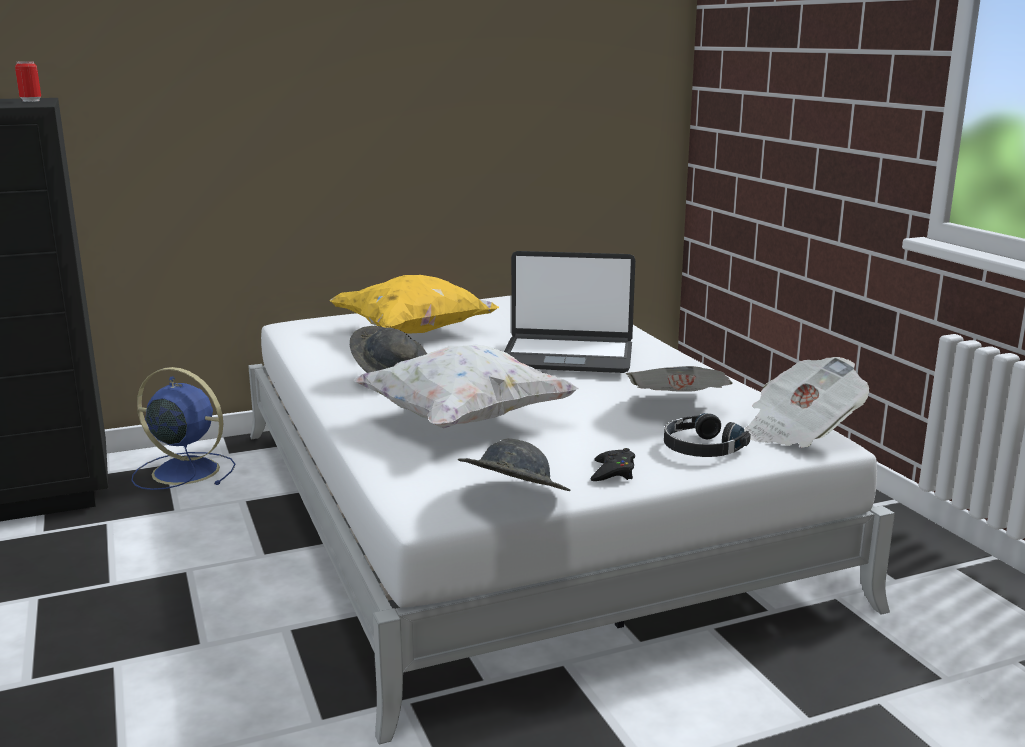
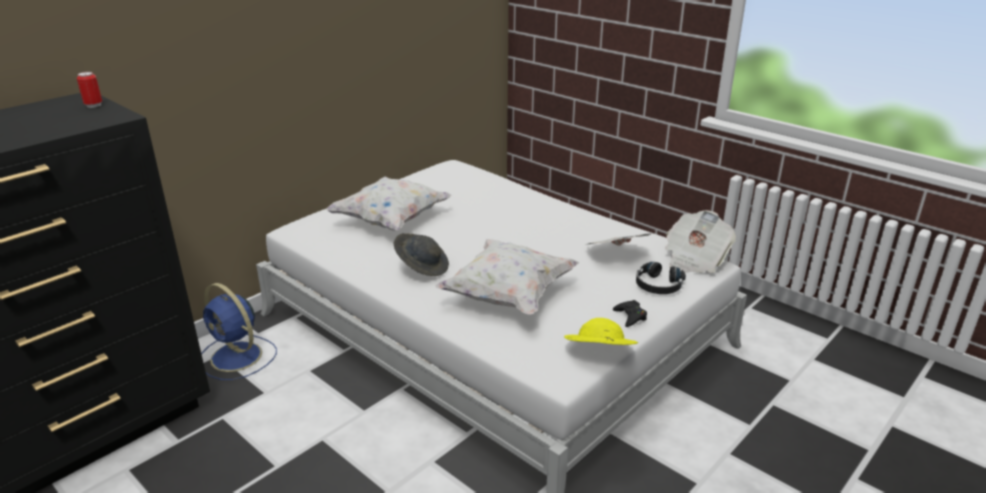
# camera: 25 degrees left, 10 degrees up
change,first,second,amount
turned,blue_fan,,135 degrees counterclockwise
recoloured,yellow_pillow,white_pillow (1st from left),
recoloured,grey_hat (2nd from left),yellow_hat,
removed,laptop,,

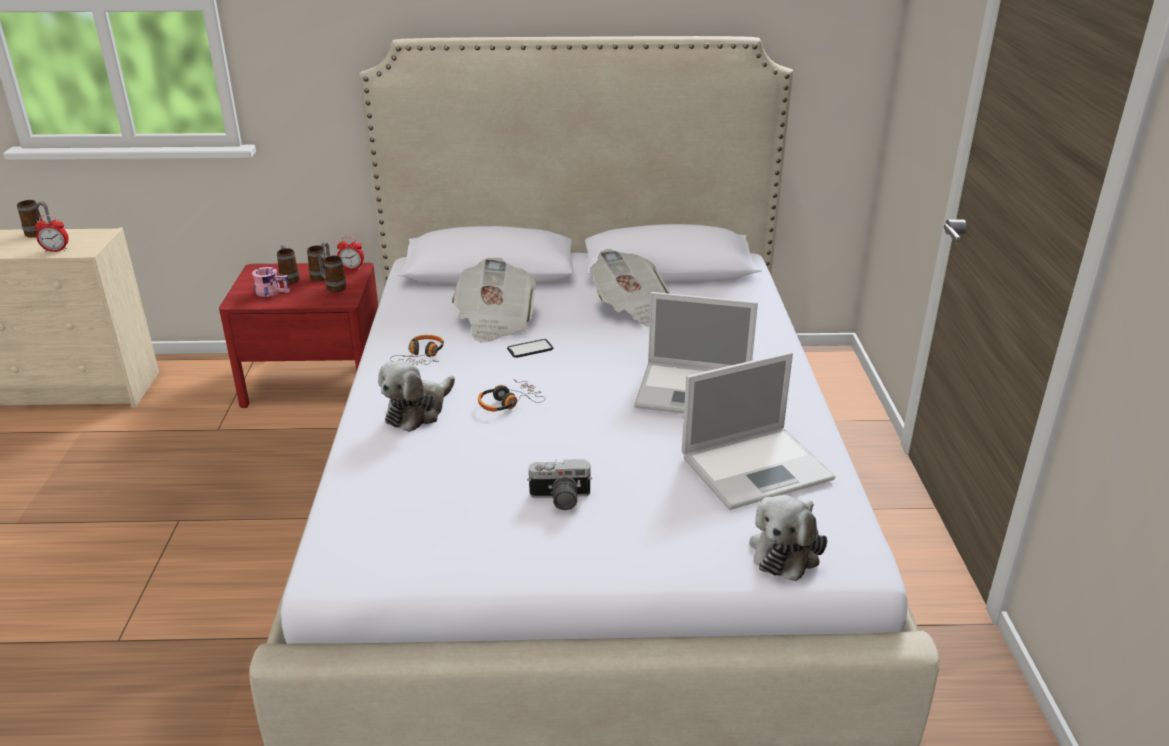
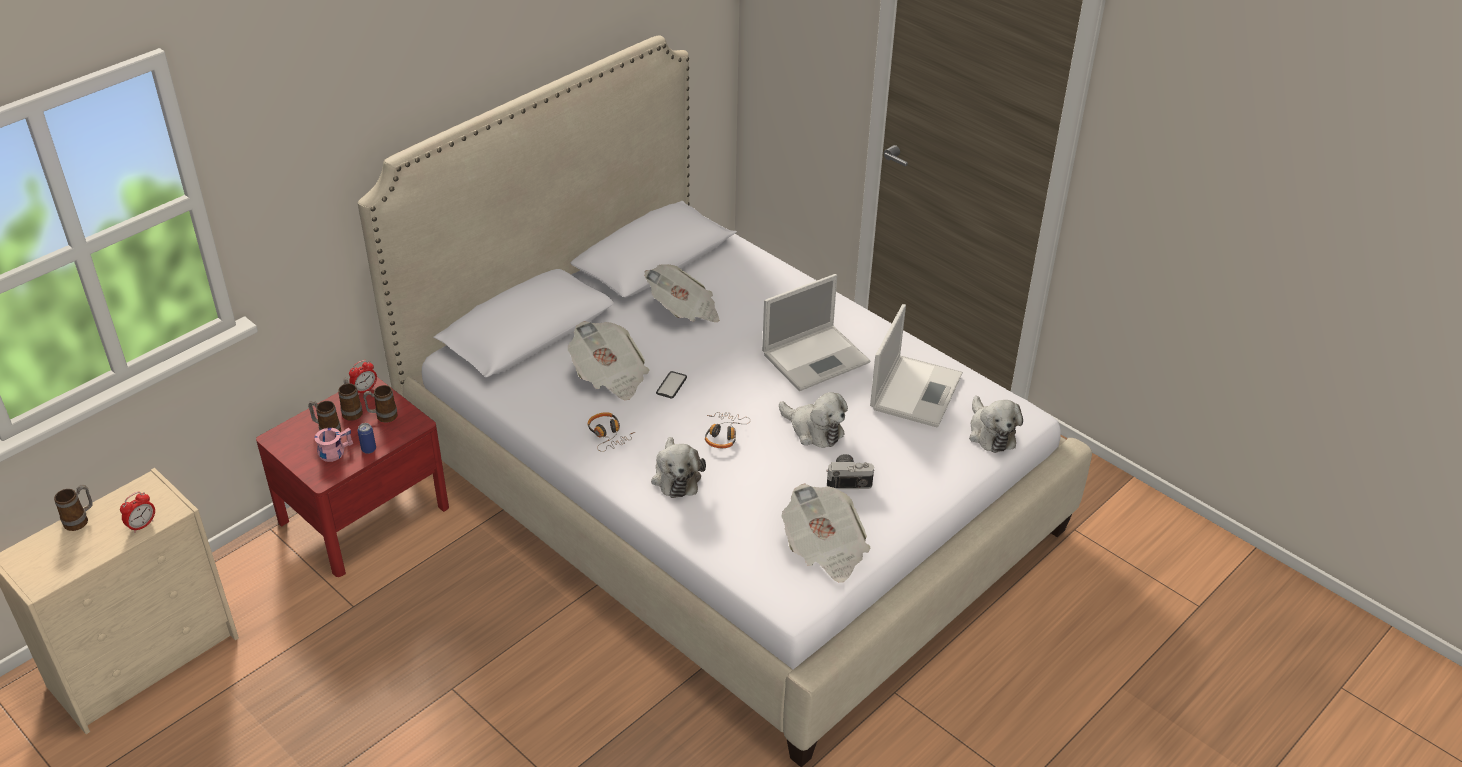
# camera: 45 degrees left, 10 degrees up
change,first,second,amount
turned,photo_camera,,135 degrees counterclockwise
added,,can,
added,,plush_toy (2nd from left),
added,,newspaper (3rd from left),

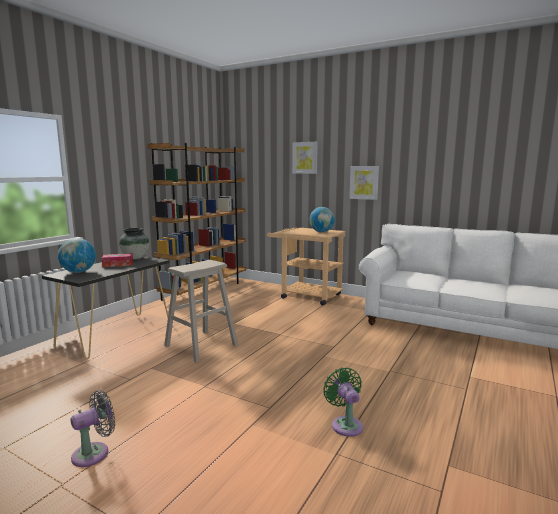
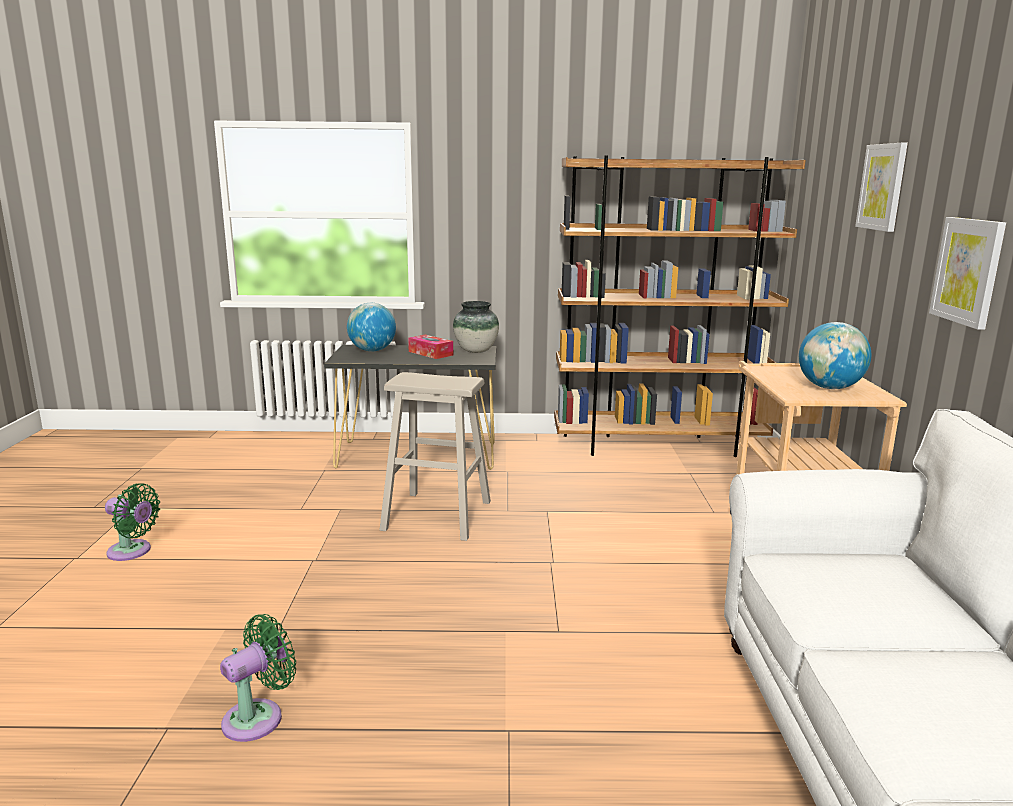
# camera: 60 degrees right, 5 degrees up
change,first,second,amount
recoloured,grey_fan,green_fan (1st from left),

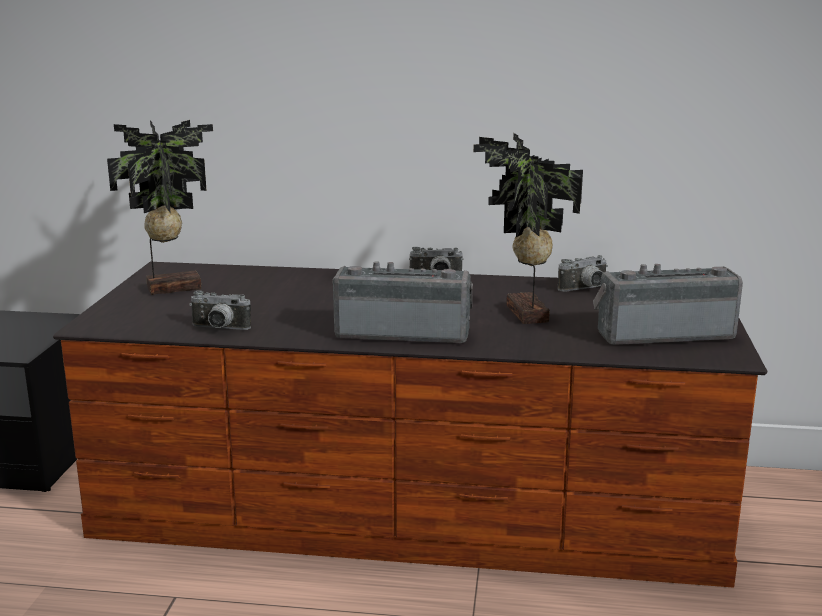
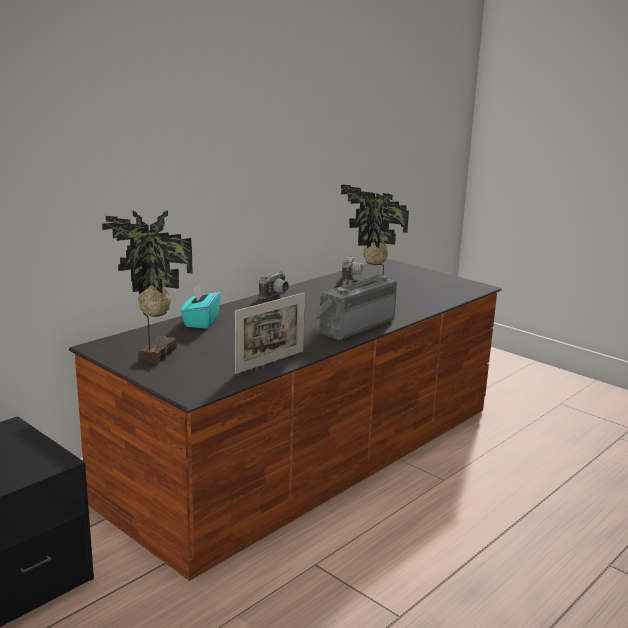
# camera: 55 degrees left, 0 degrees up
change,first,second,amount
replaced,photo_camera (1st from left),picture_frame,
removed,radio (2nd from left),,
added,,turquoise_tissue_box,

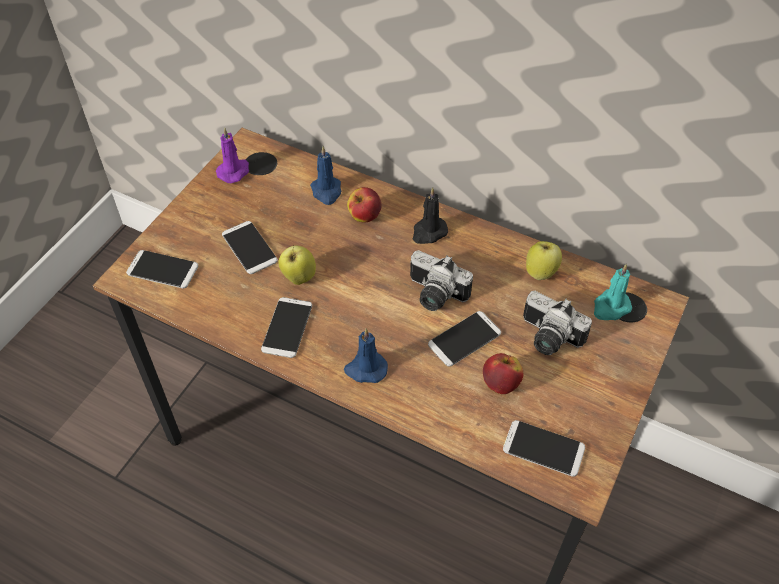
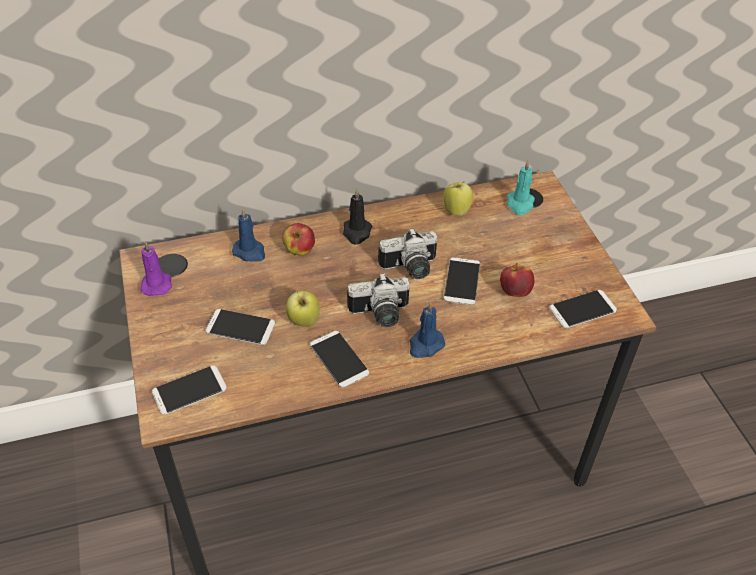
# camera: 45 degrees left, 5 degrees down
change,first,second,amount
moved,photo_camera (2nd from left in the first image),photo_camera (1st from left),

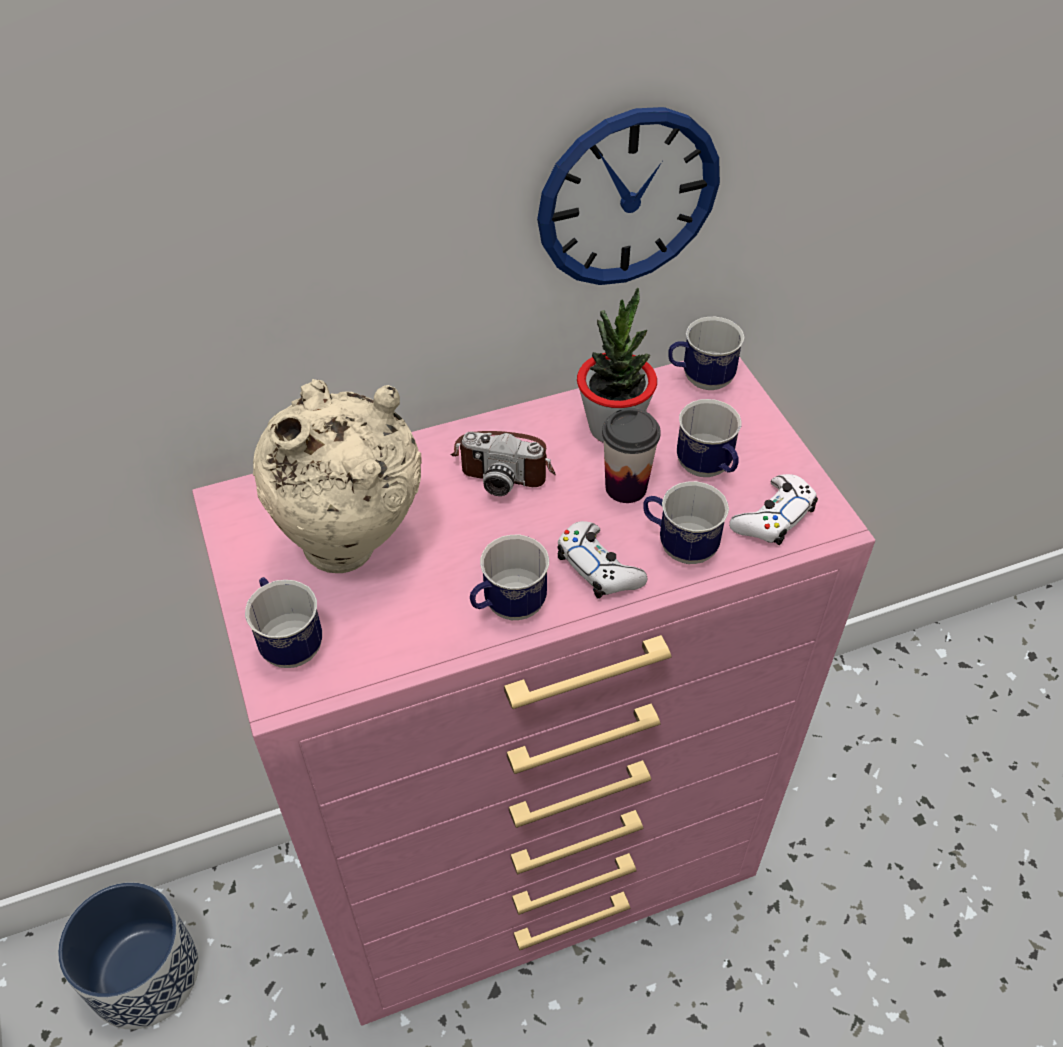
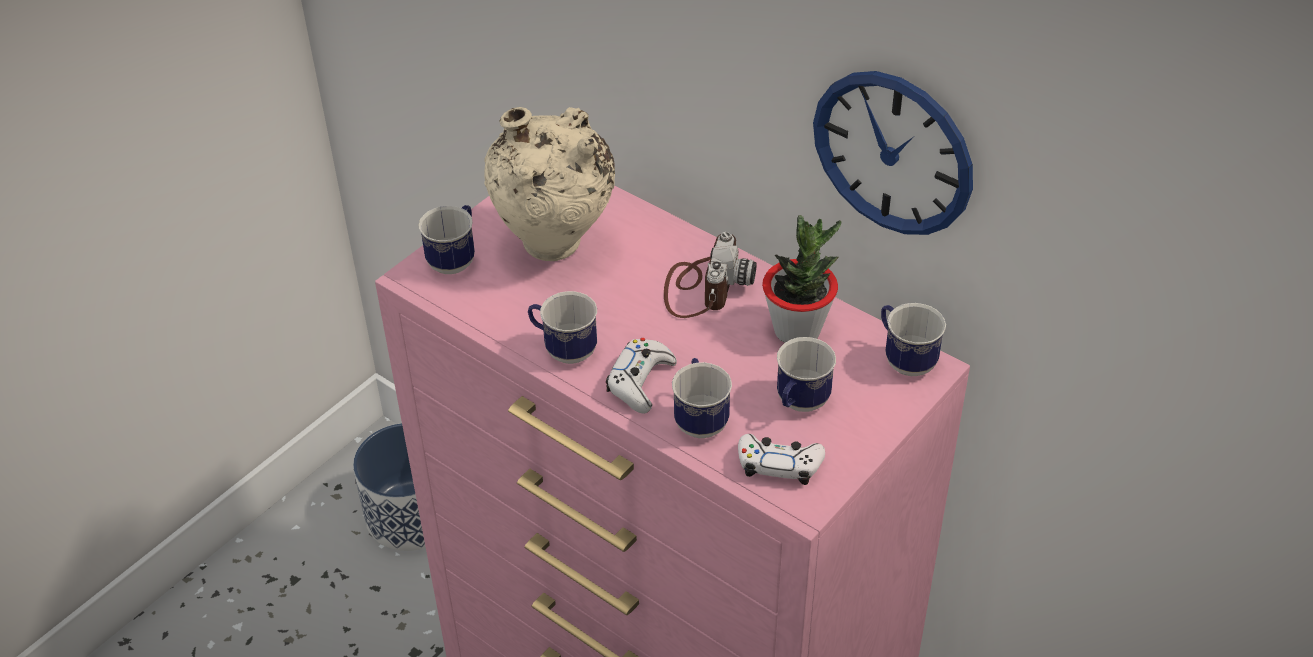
# camera: 60 degrees right, 5 degrees down
change,first,second,amount
turned,photo_camera,,150 degrees counterclockwise
removed,cup,,

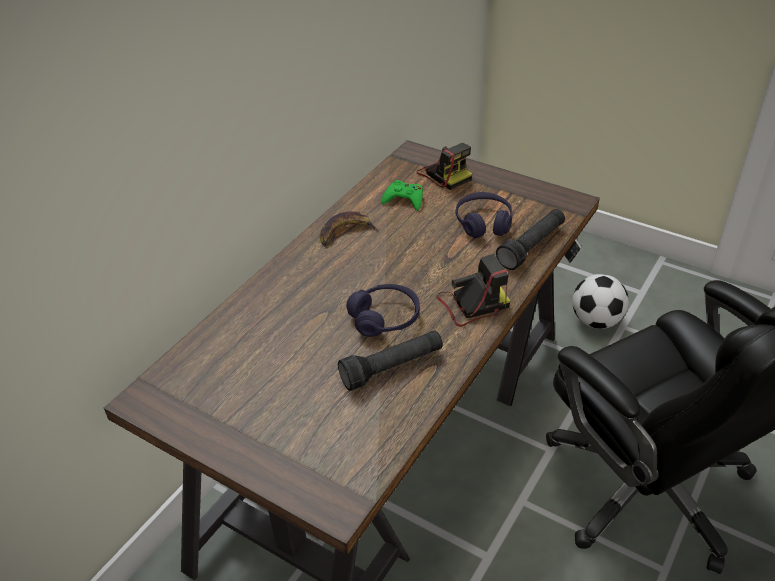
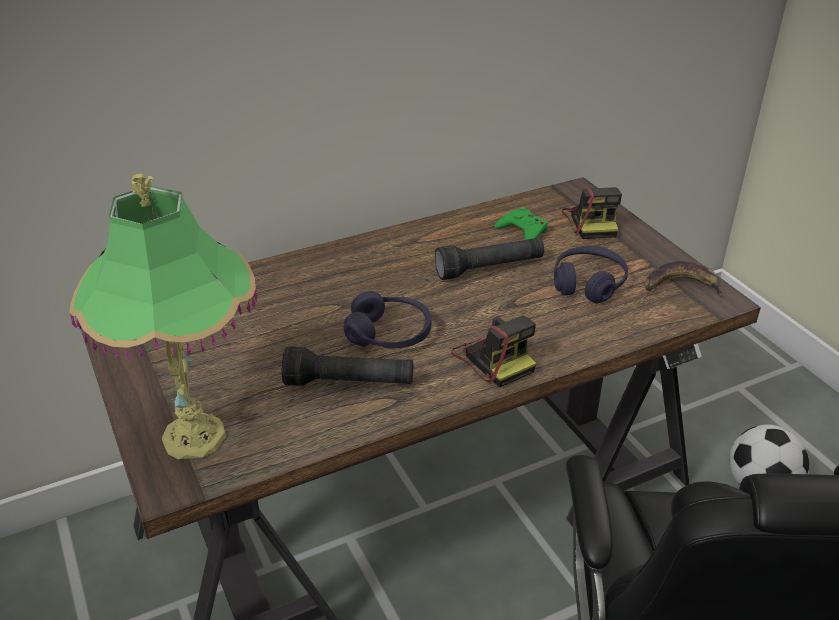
# camera: 30 degrees right, 5 degrees down
change,first,second,amount
moved,banana,,
turned,photo_camera (2nd from left in the first image),photo_camera (1st from left),45 degrees clockwise
moved,black_flashlight (2nd from left),,
added,,table_lamp,

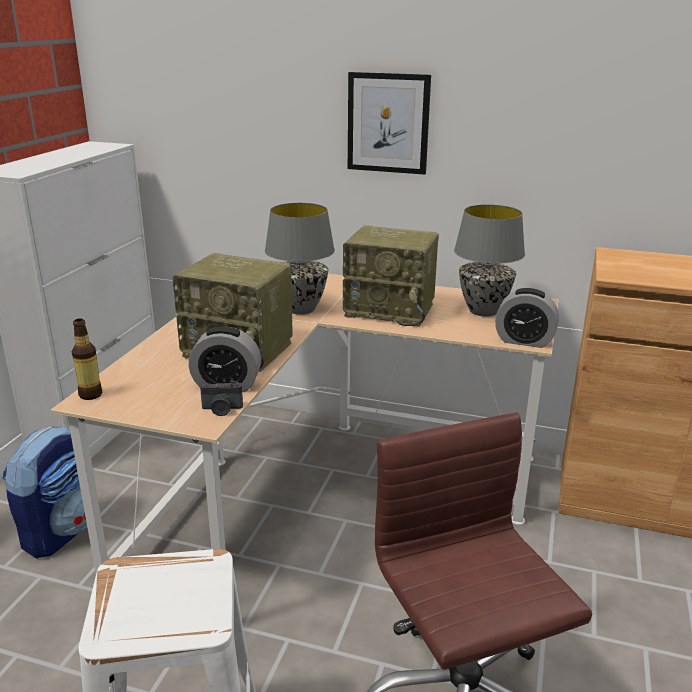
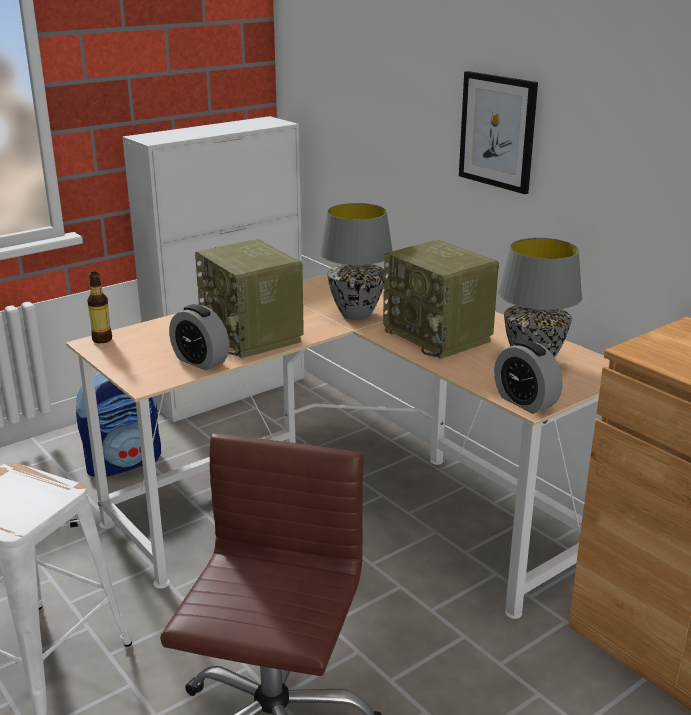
# camera: 35 degrees right, 0 degrees up
change,first,second,amount
removed,photo_camera,,

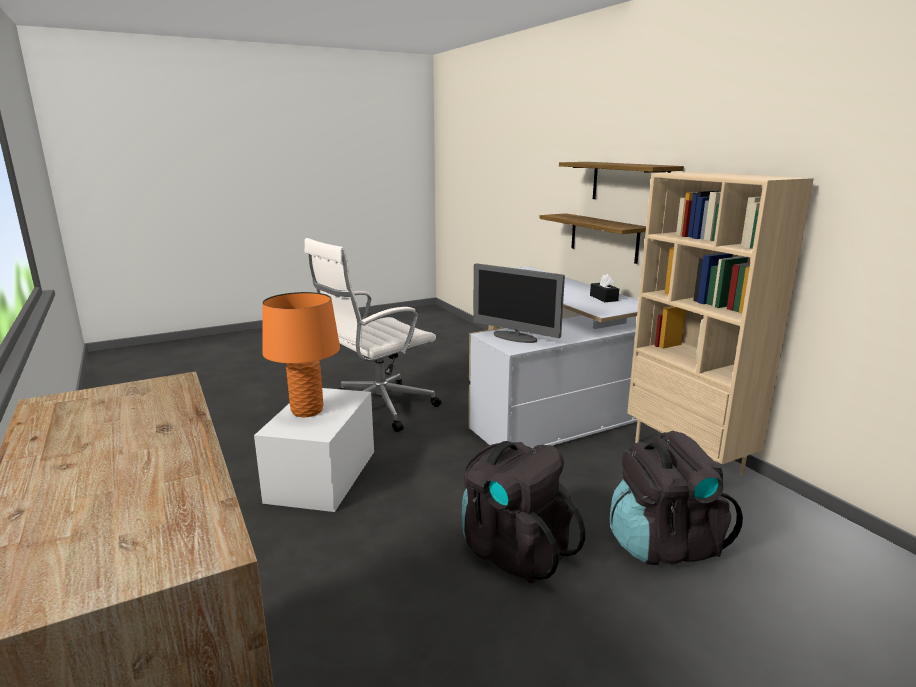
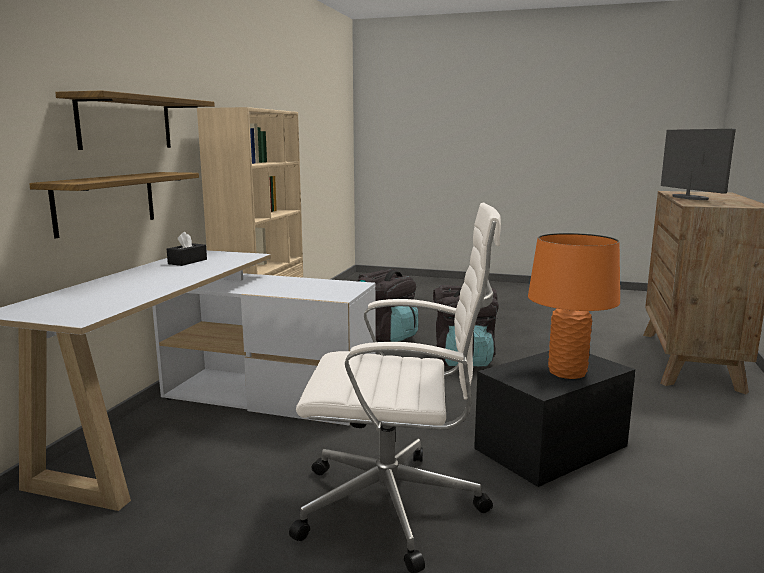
# camera: 135 degrees left, 5 degrees down
change,first,second,amount
recoloured,white_storage_box,black_storage_box,
moved,monitor,,

